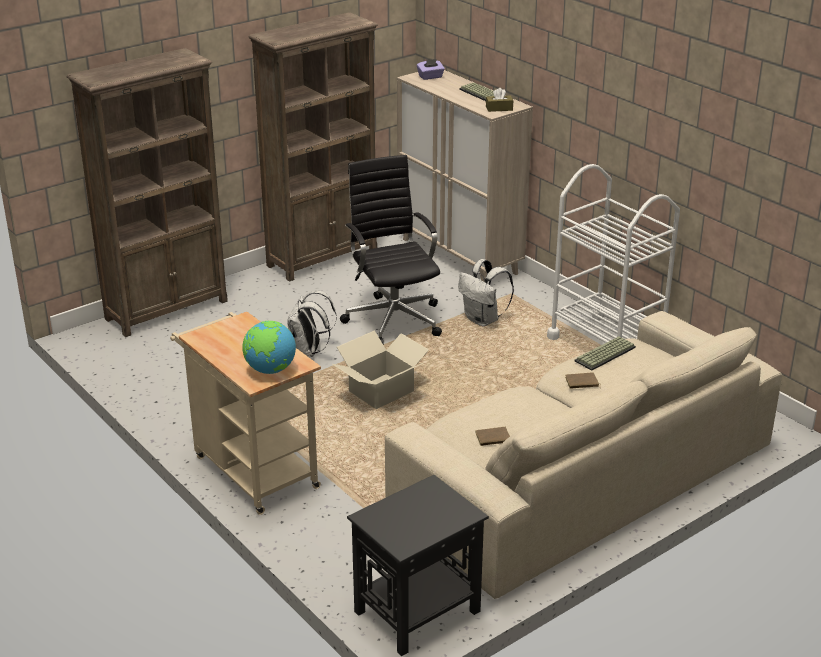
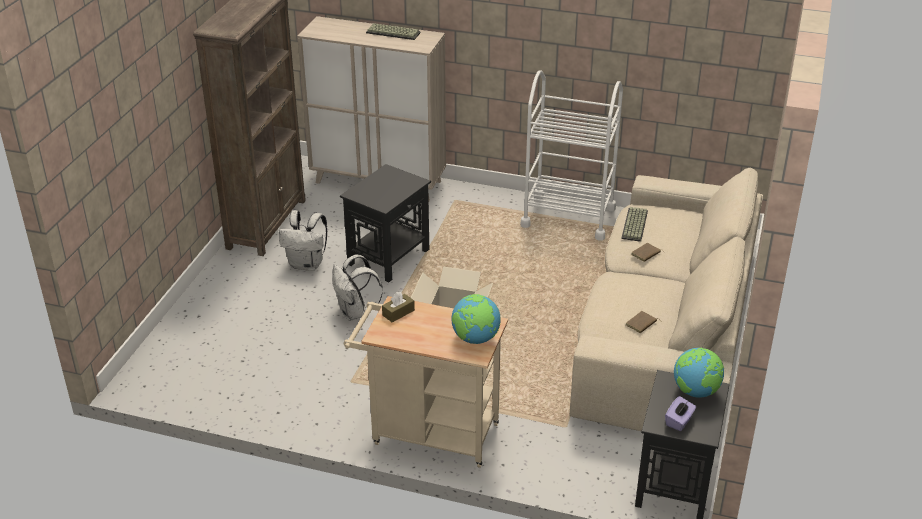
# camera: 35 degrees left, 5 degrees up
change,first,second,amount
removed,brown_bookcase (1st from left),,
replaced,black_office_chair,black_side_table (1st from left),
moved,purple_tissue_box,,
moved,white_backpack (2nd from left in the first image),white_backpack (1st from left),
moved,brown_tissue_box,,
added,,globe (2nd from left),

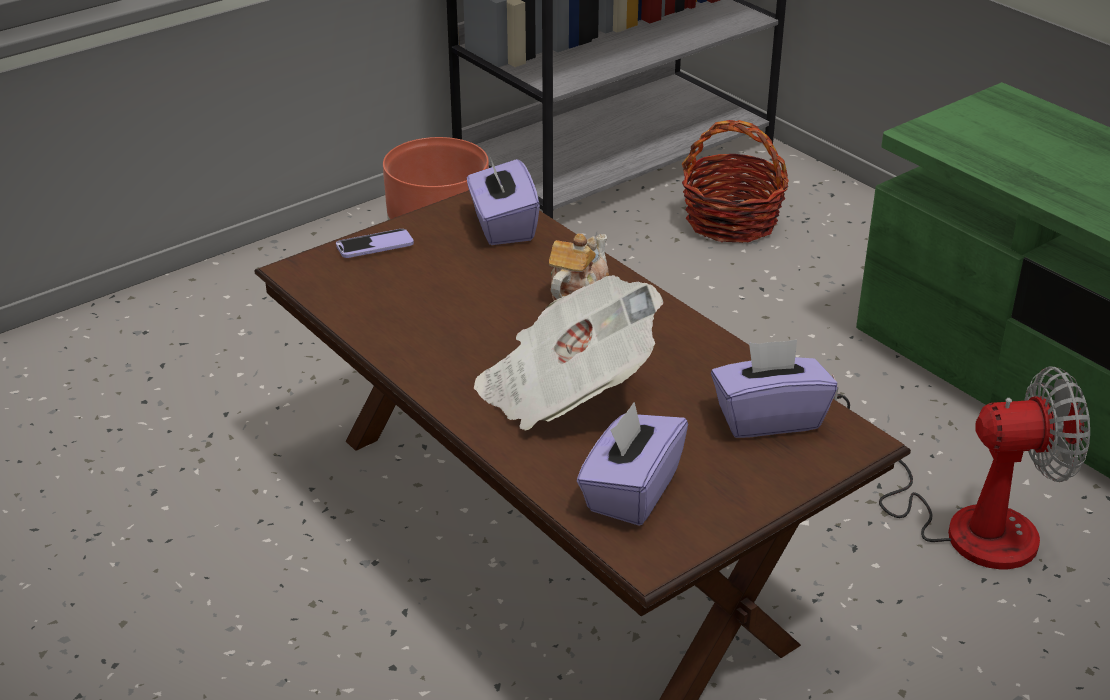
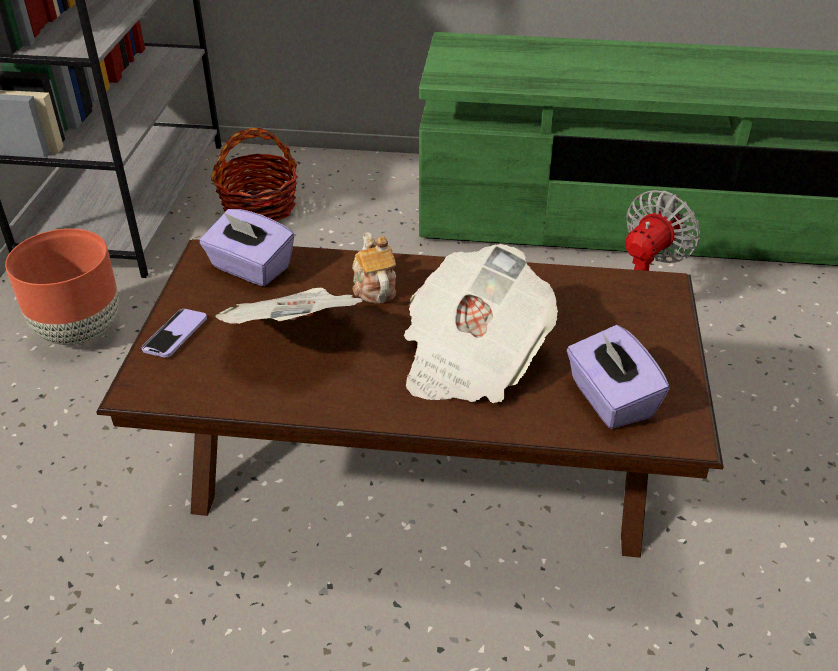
# camera: 45 degrees left, 5 degrees up
change,first,second,amount
removed,purple_tissue_box (3rd from left),,
added,,newspaper (1st from left),

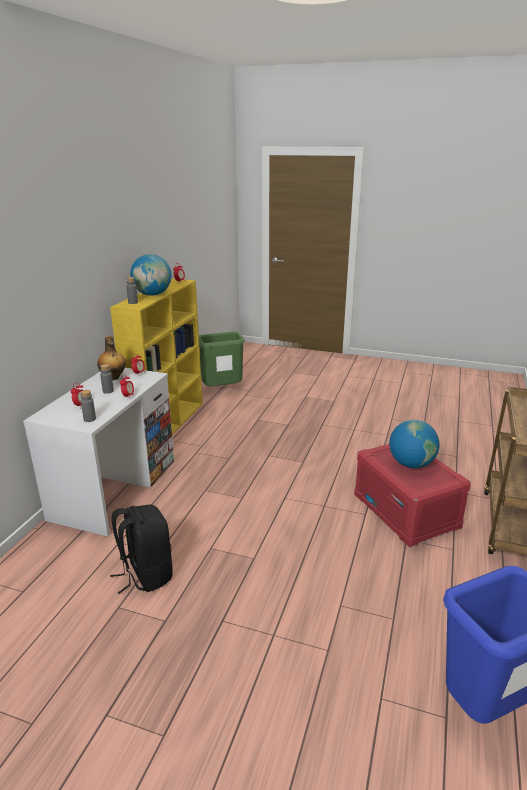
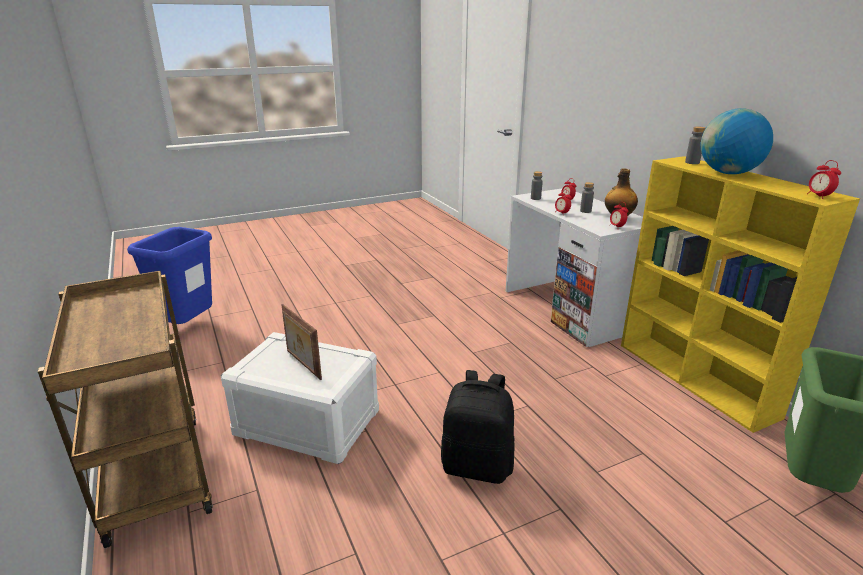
# camera: 135 degrees right, 0 degrees up
change,first,second,amount
moved,black_backpack,,
recoloured,red_storage_box,white_storage_box,
replaced,globe (2nd from left),picture_frame,

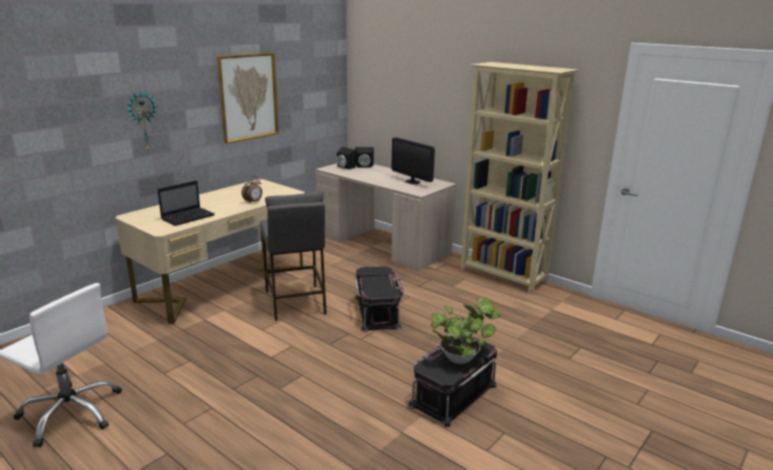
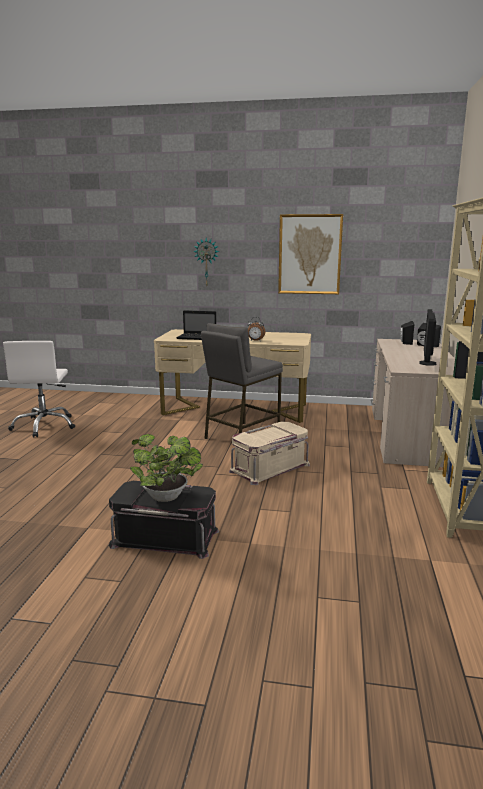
# camera: 60 degrees right, 5 degrees down
change,first,second,amount
recoloured,black_storage_box (1st from left),beige_storage_box,

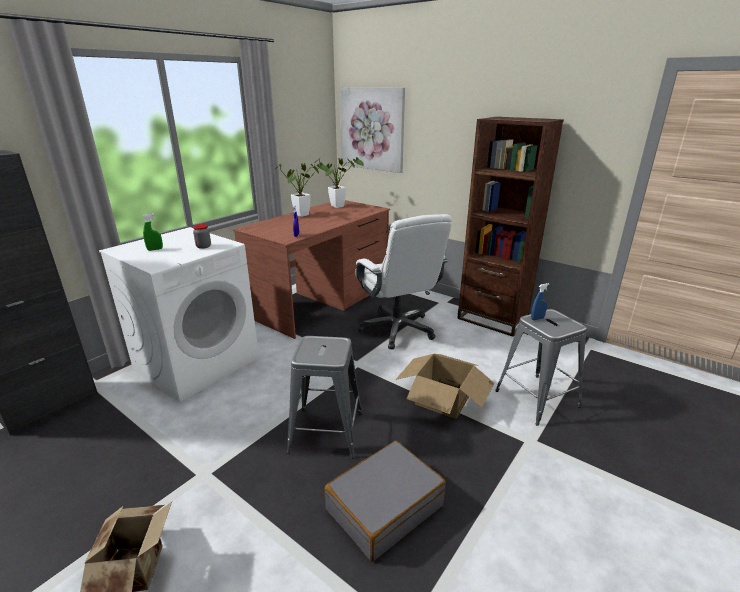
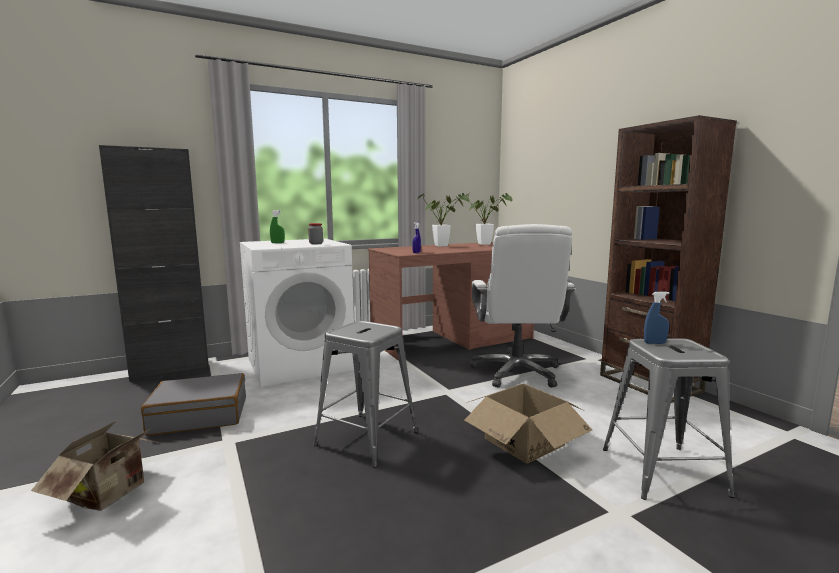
# camera: 25 degrees right, 15 degrees down
change,first,second,amount
moved,grey_suitcase,,
removed,picture,,

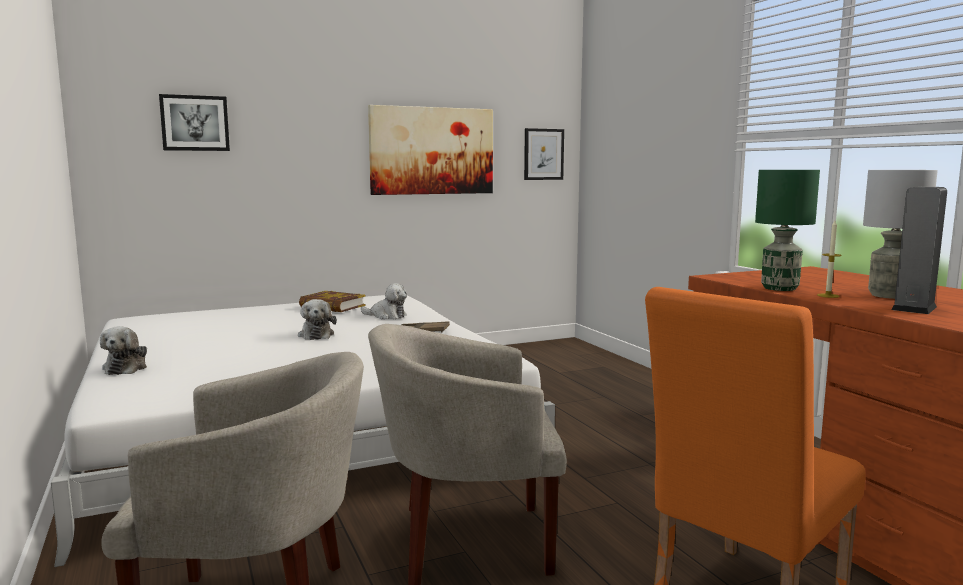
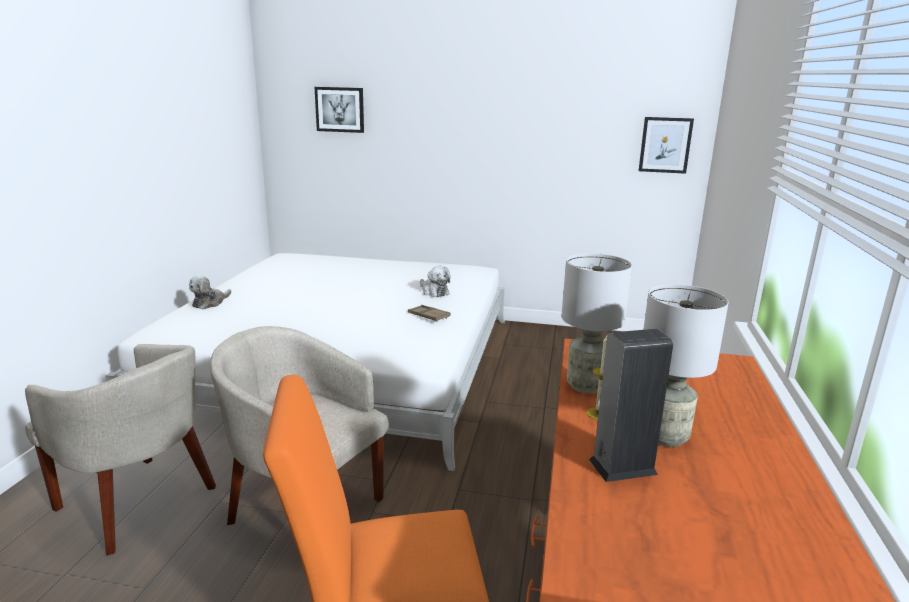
# camera: 35 degrees right, 10 degrees up
change,first,second,amount
removed,plush_toy (2nd from left),,
removed,book,,
removed,picture (2nd from left),,
recoloured,green_table_lamp,grey_table_lamp (1st from left),

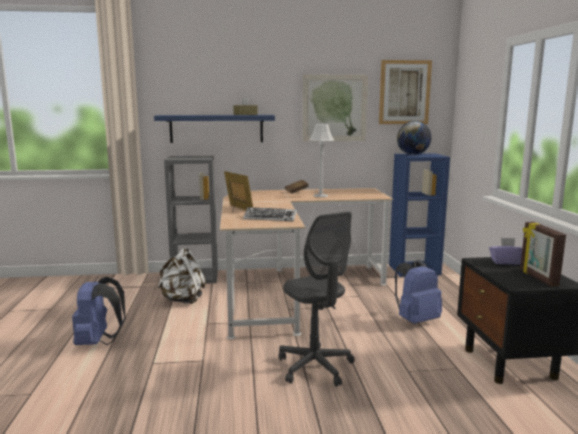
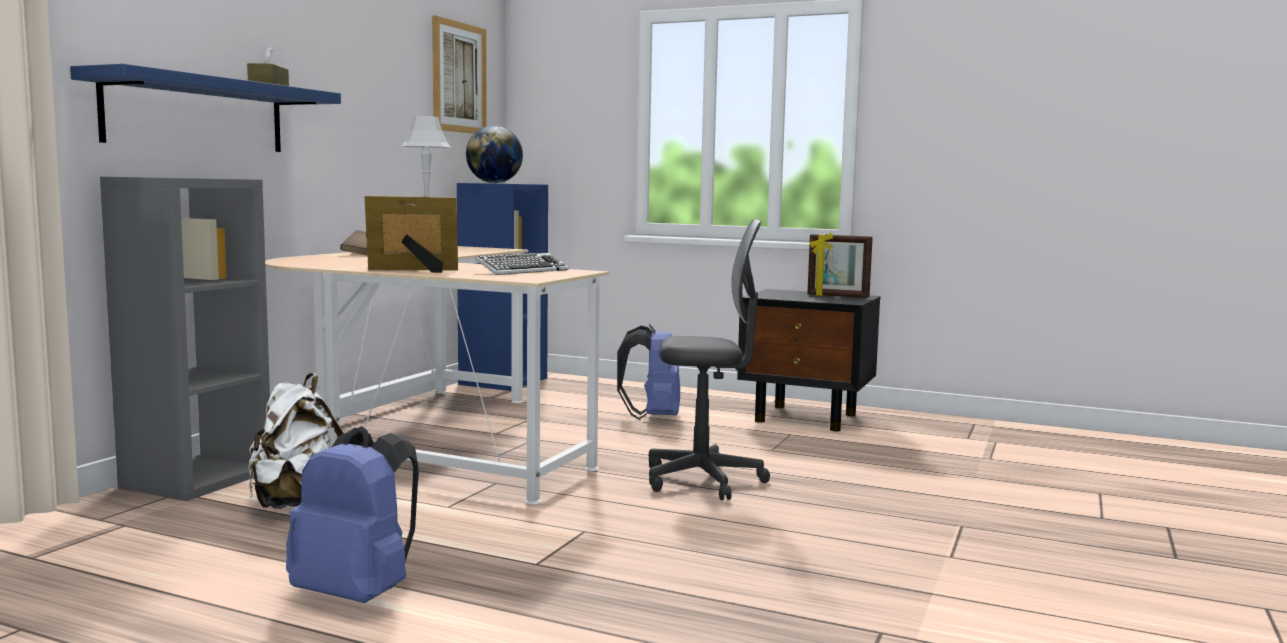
# camera: 60 degrees left, 5 degrees down
change,first,second,amount
removed,picture (1st from left),,
removed,purple_tissue_box,,

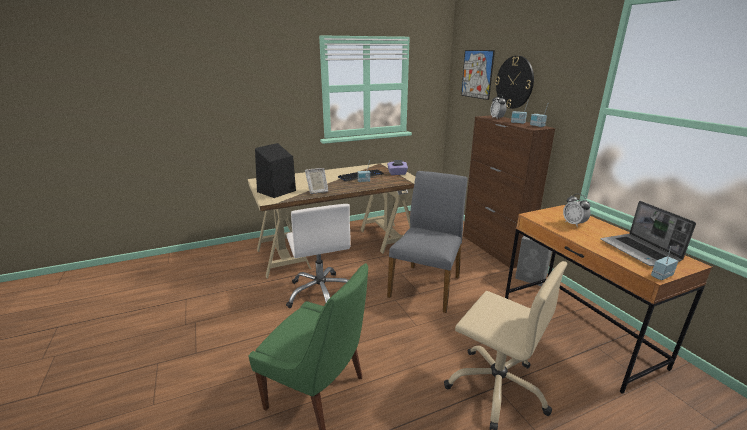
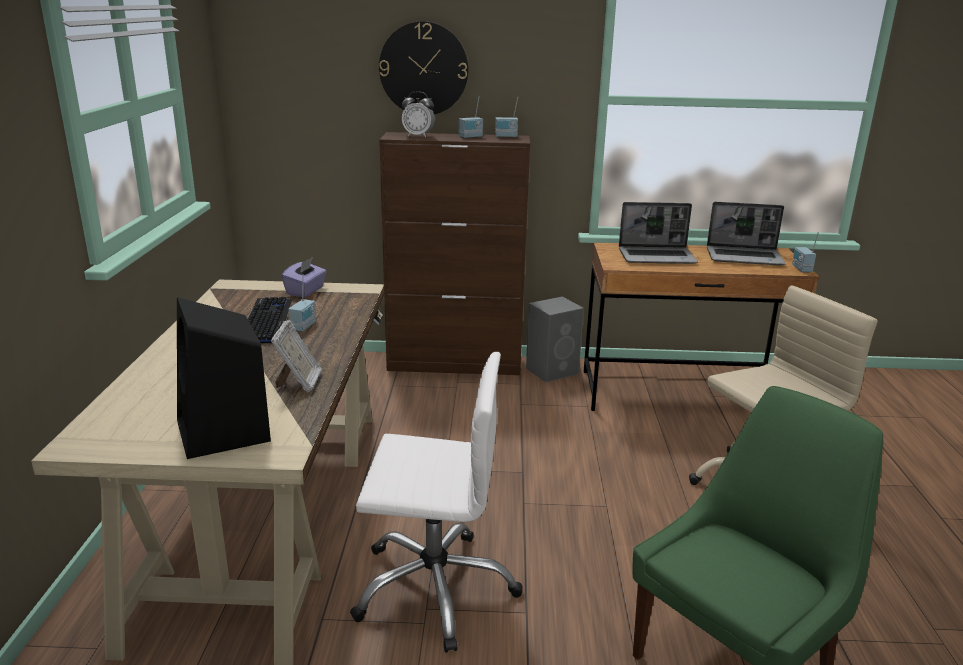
# camera: 65 degrees left, 0 degrees up
change,first,second,amount
removed,grey_chair,,
removed,picture,,
replaced,alarm_clock (2nd from left),laptop (1st from left),

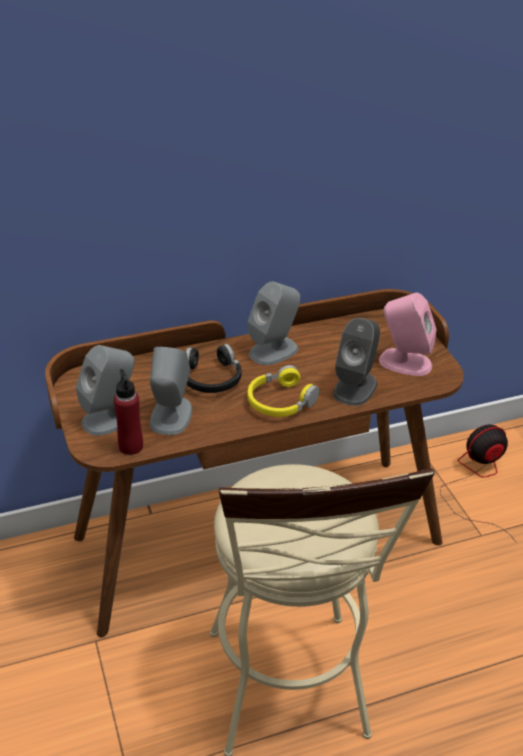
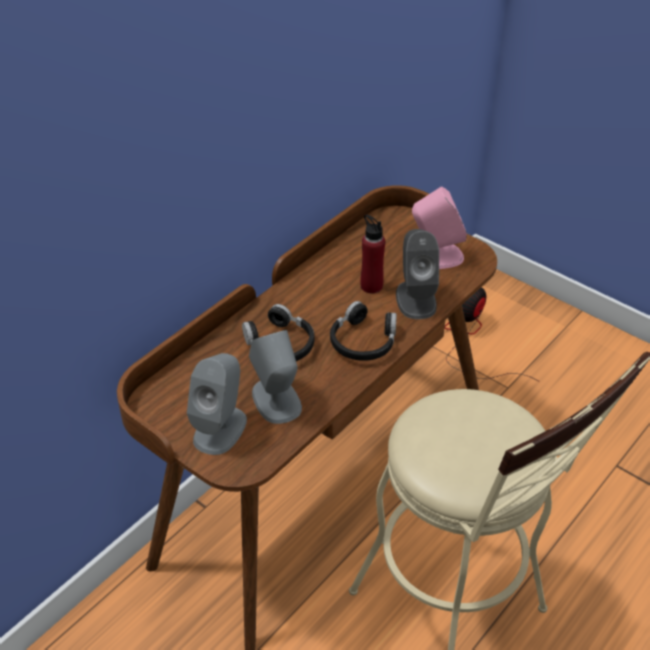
# camera: 30 degrees left, 5 degrees up
change,first,second,amount
moved,red_bottle,,
removed,grey_speaker (3rd from left),,
recoloured,yellow_headphones,black_headphones (2nd from left),

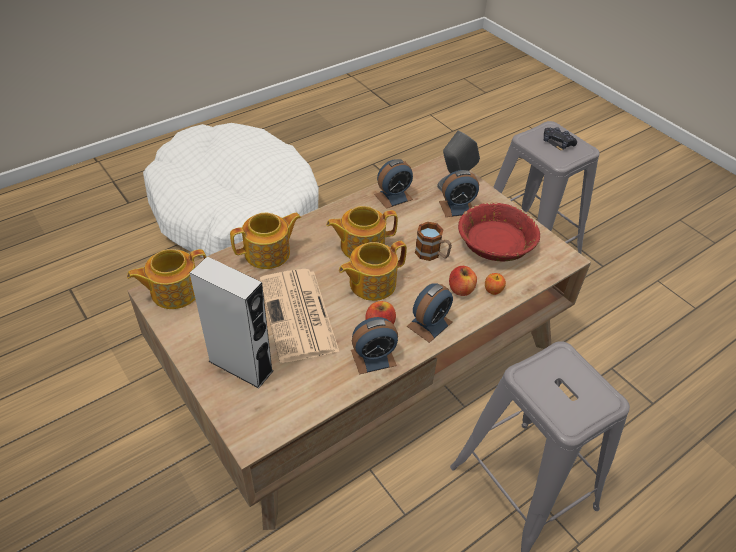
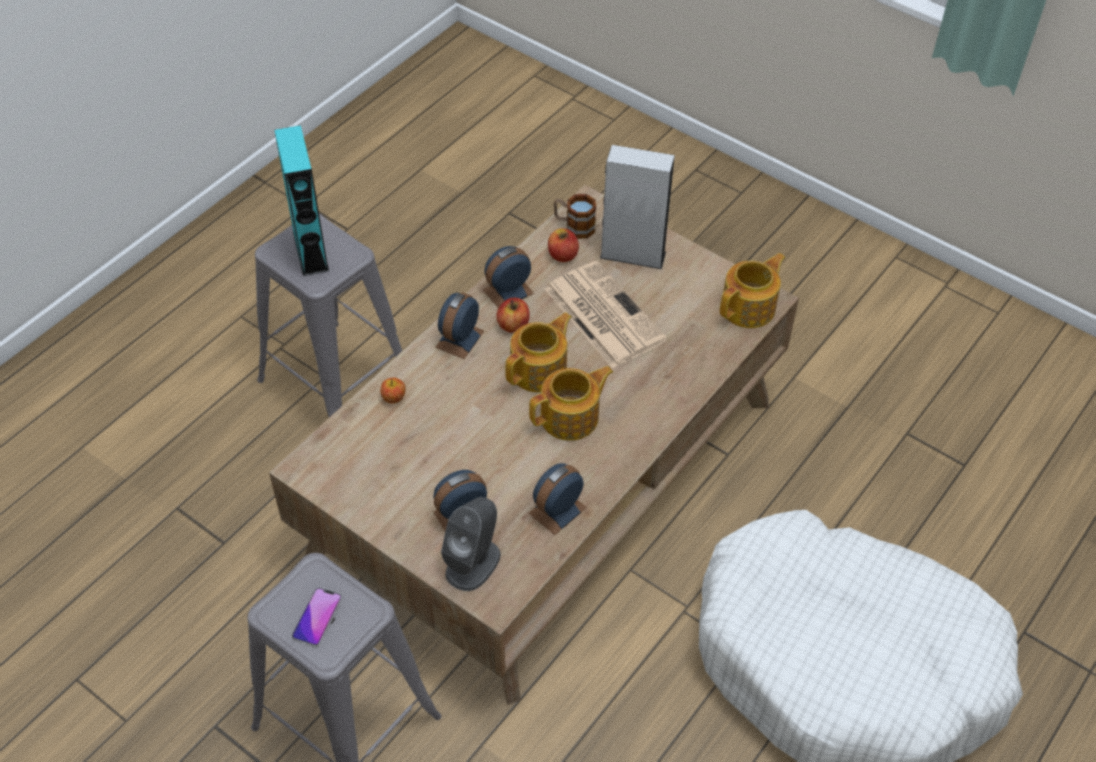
# camera: 165 degrees right, 5 degrees up
change,first,second,amount
removed,teapot (2nd from left),,
moved,mug,,
moved,apple (2nd from left in the first image),apple (3rd from left),
removed,red_bowl,,
replaced,black_game_controller,phone,
added,,turquoise_speaker,

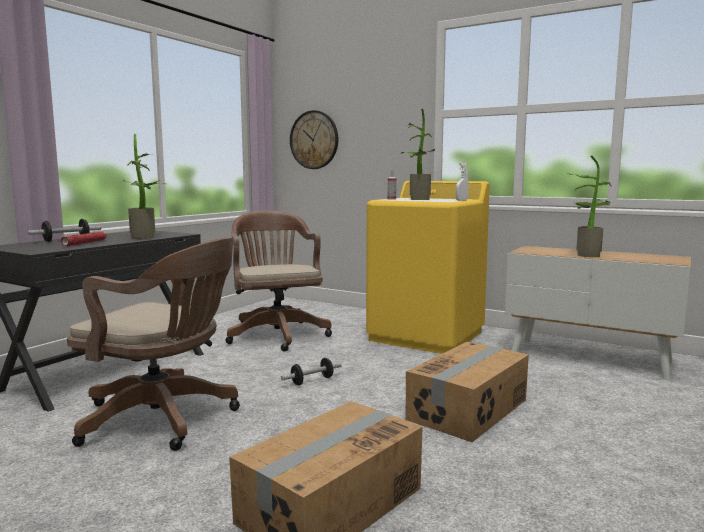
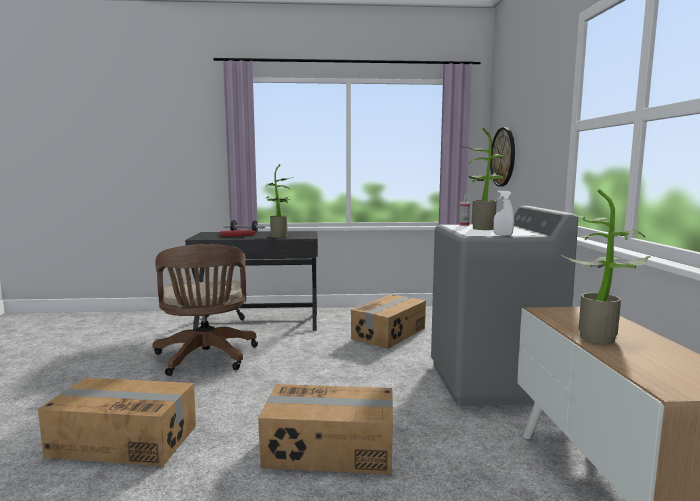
# camera: 55 degrees right, 0 degrees up
change,first,second,amount
replaced,brown_office_chair (2nd from left),cardboard_box (3rd from left),
removed,dumbbell (2nd from left),,
recoloured,yellow_washing_machine,grey_washing_machine,

